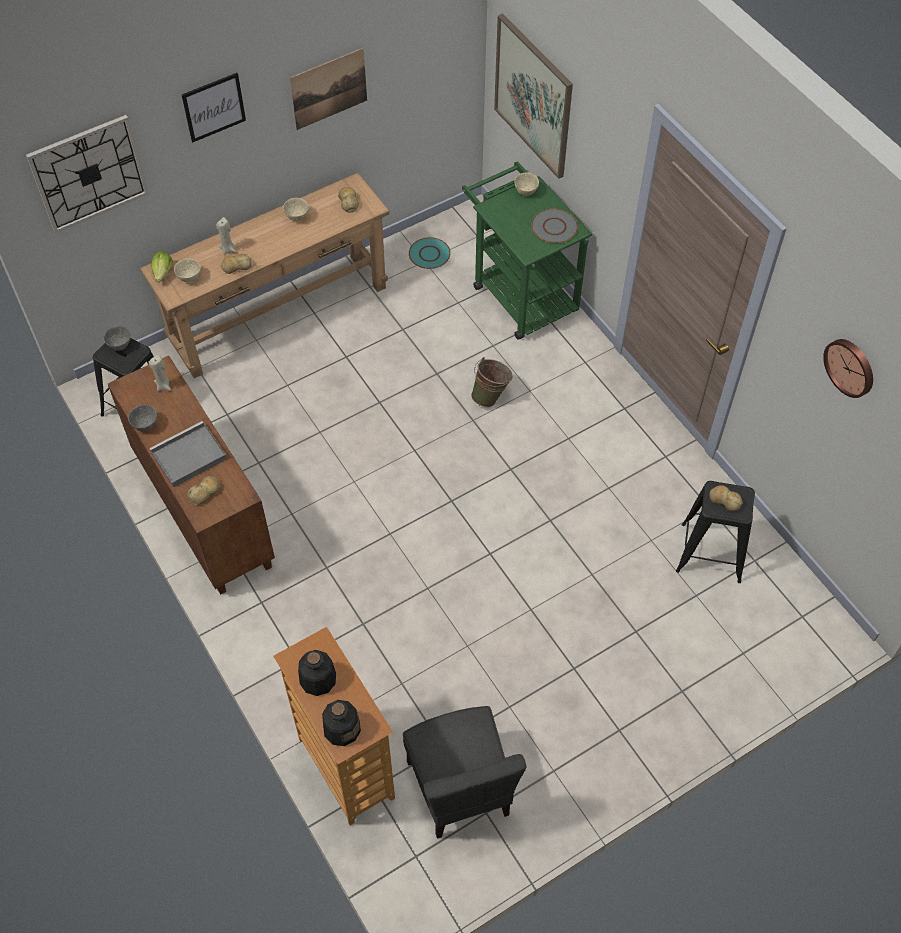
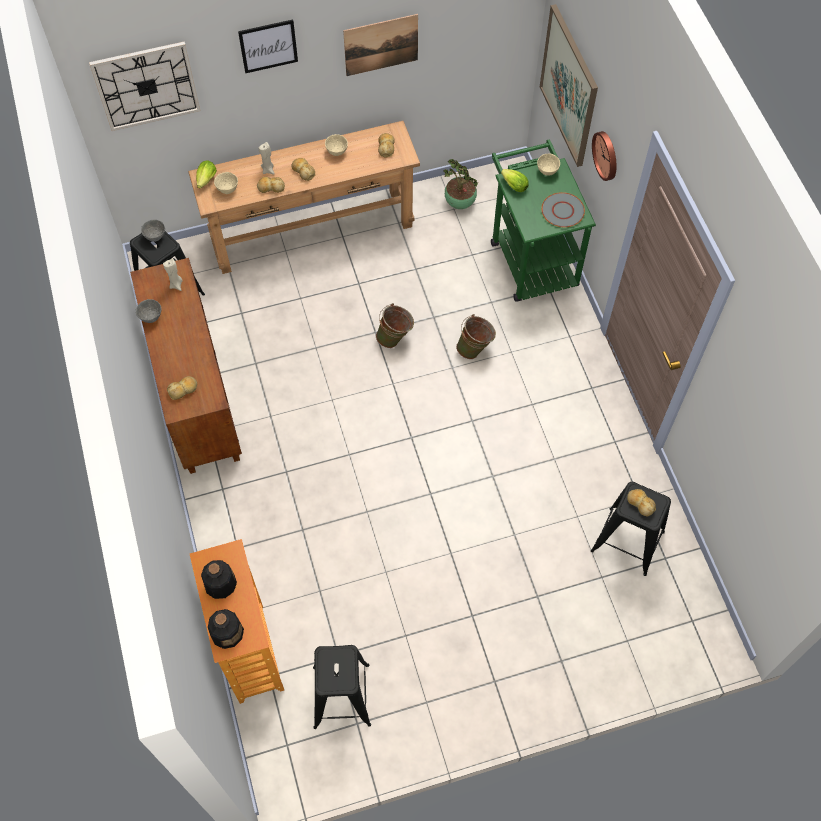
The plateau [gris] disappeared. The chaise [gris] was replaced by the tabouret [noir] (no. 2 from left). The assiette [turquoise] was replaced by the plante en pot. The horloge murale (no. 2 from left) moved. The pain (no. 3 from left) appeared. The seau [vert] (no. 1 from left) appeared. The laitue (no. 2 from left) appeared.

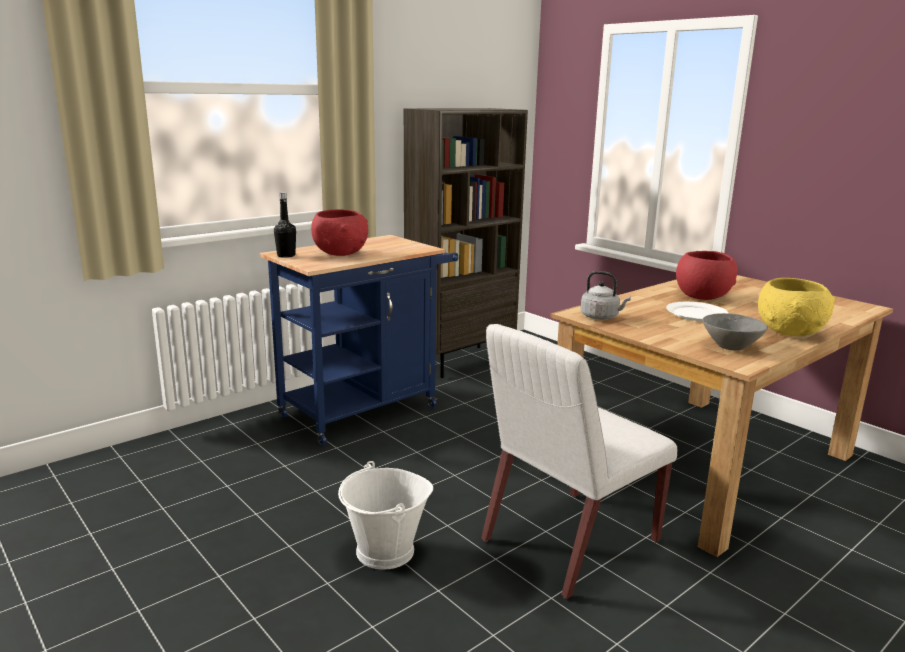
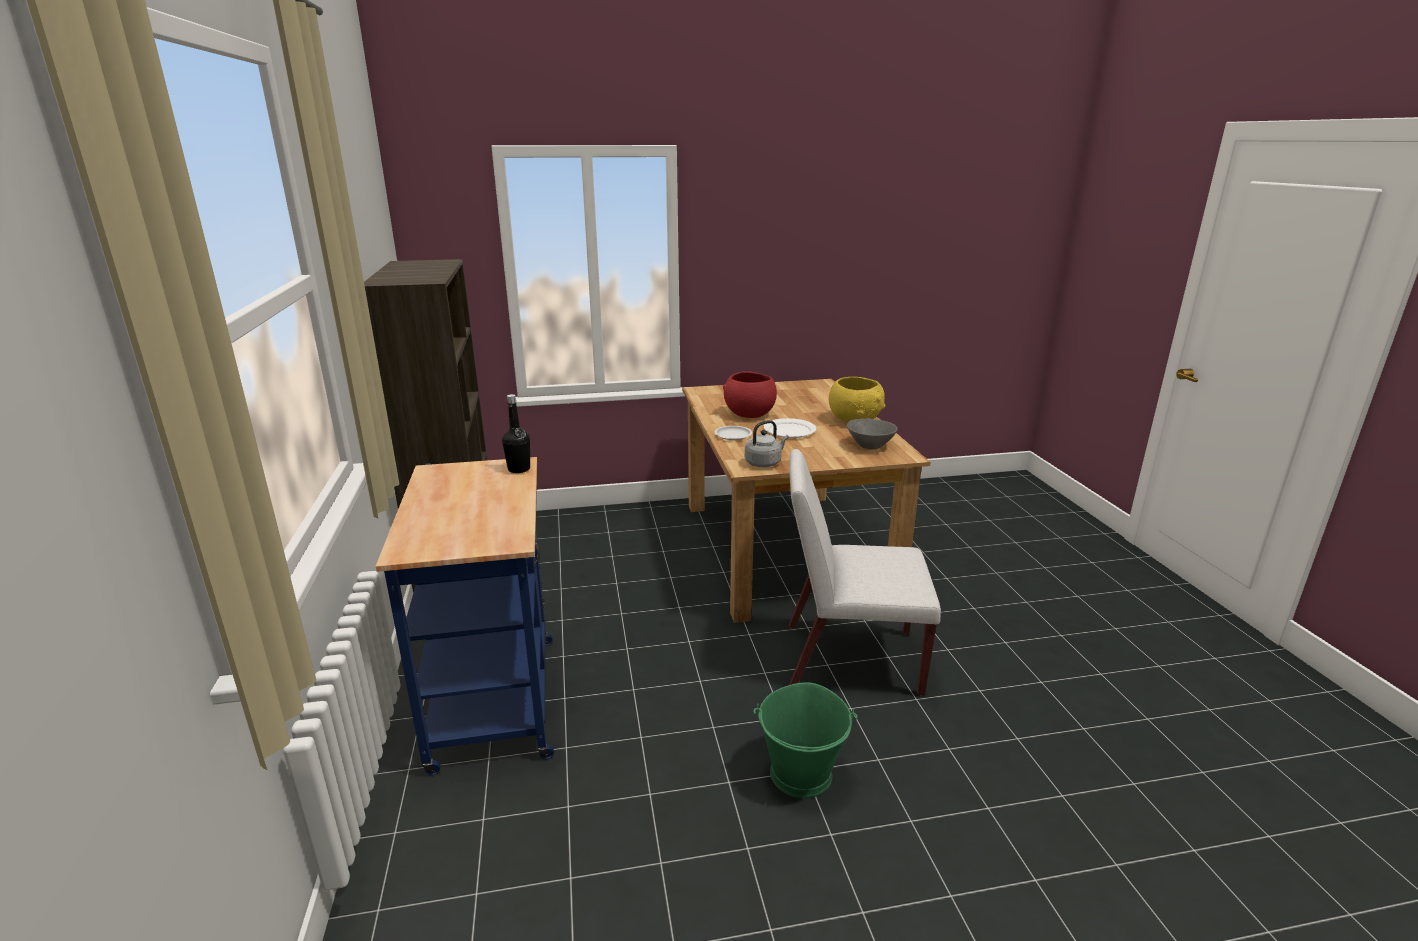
The bouteille [noir] moved. The bol [rouge] (no. 1 from left) disappeared. The seau [blanc] became the seau [vert]. The chaise [blanc] turned 105 degrees clockwise. The assiette [blanc] (no. 1 from left) appeared.

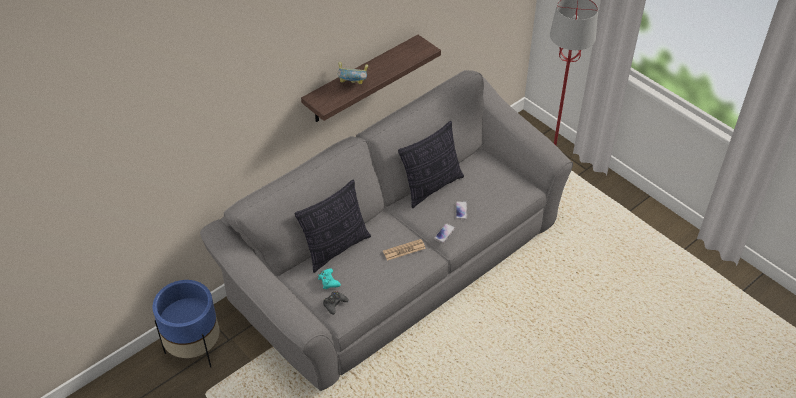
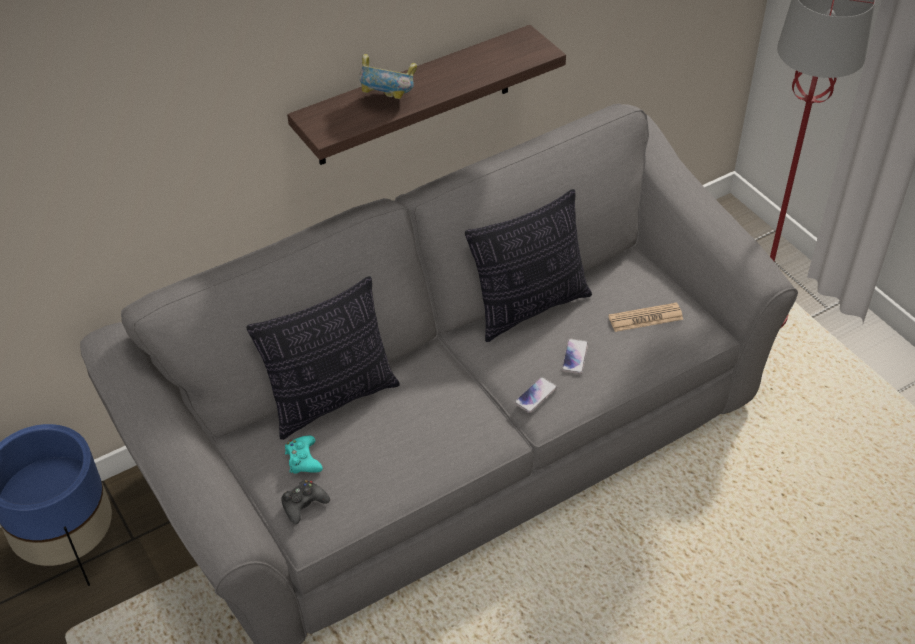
The journal moved.

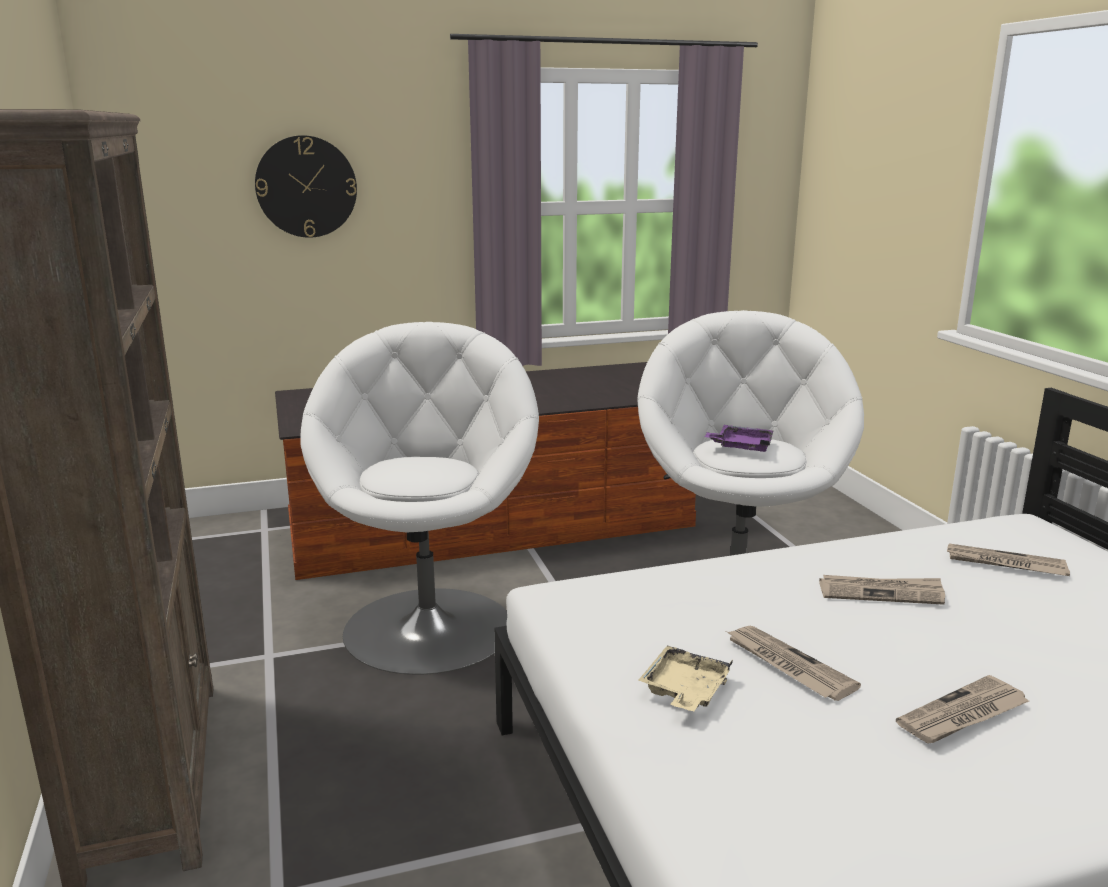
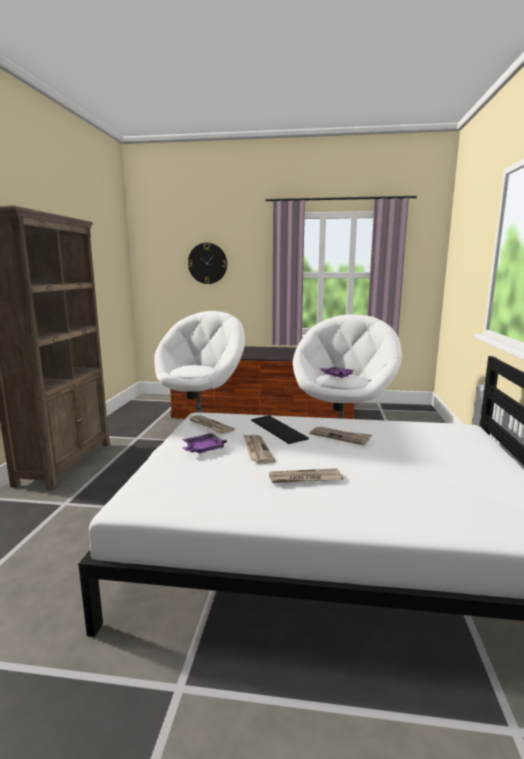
The plateau [beige] became the plateau [violet] (no. 1 from left). The journal (no. 4 from left in the first image) moved. The clavier appeared.

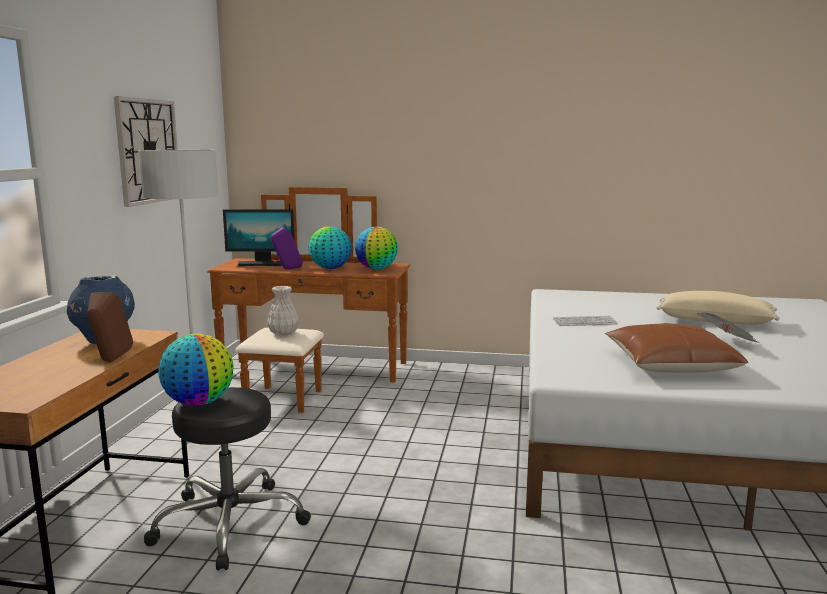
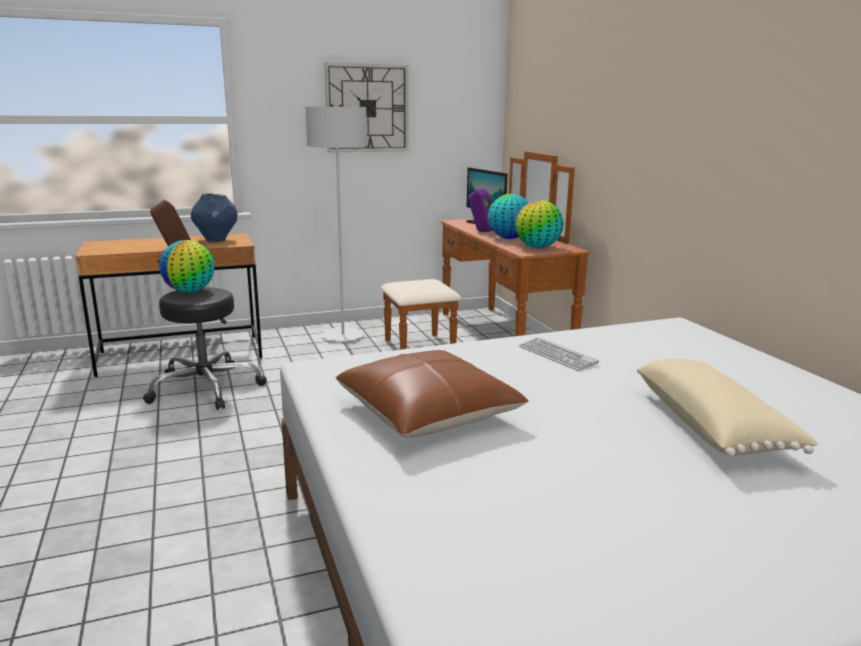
The vase [blanc] disappeared. The journal disappeared.

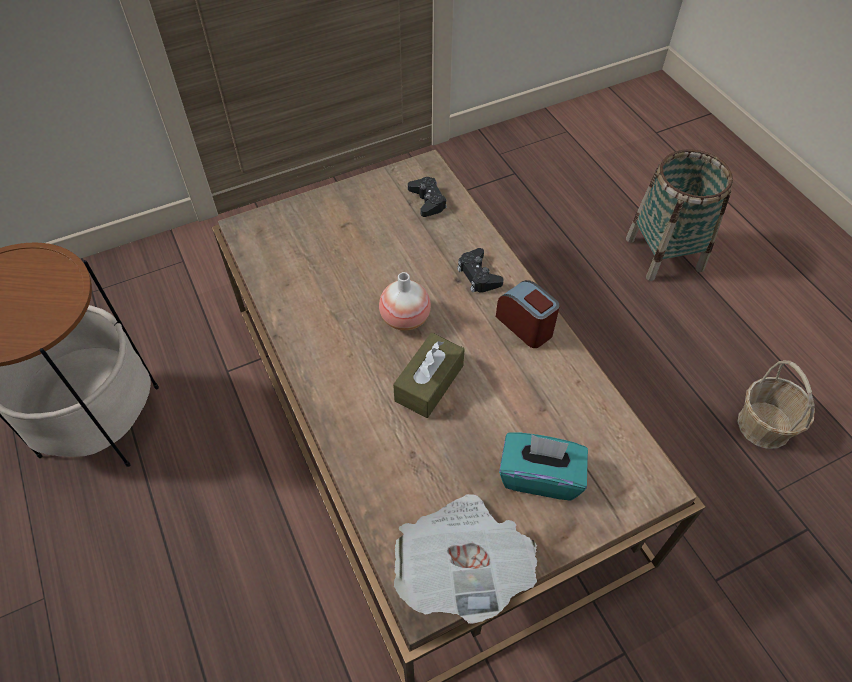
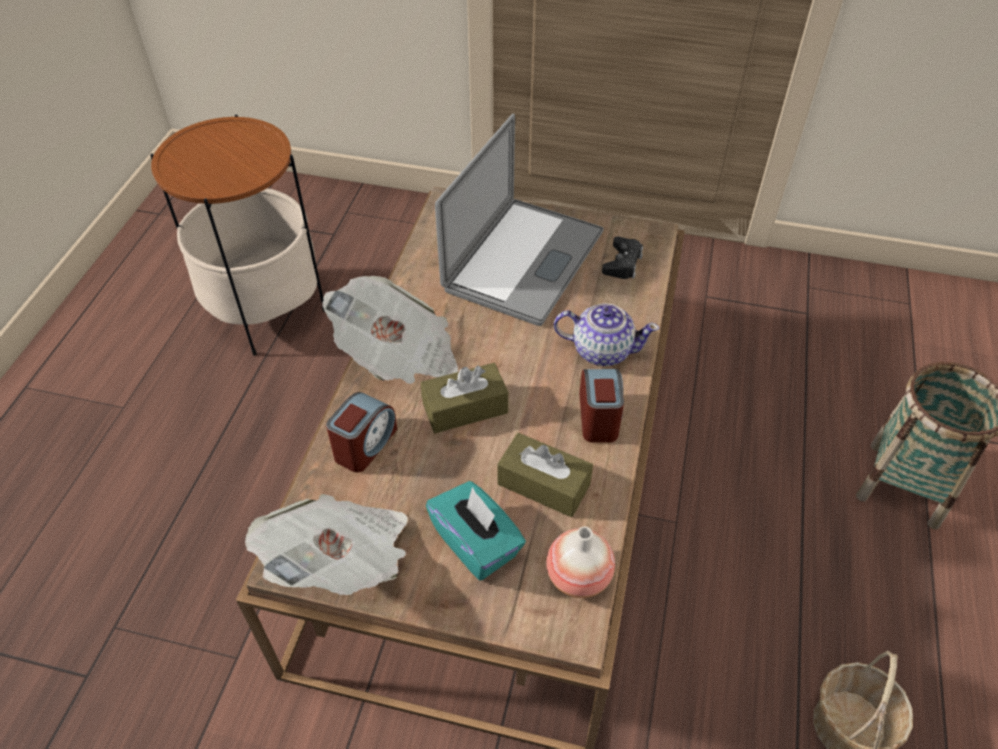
The vase moved. The manette [noir] (no. 2 from left) was replaced by the théière. The journal (no. 2 from left) appeared. The réveil (no. 1 from left) appeared. The ordinateur portable appeared. The boîte à mouchoirs [marron] (no. 2 from left) appeared.

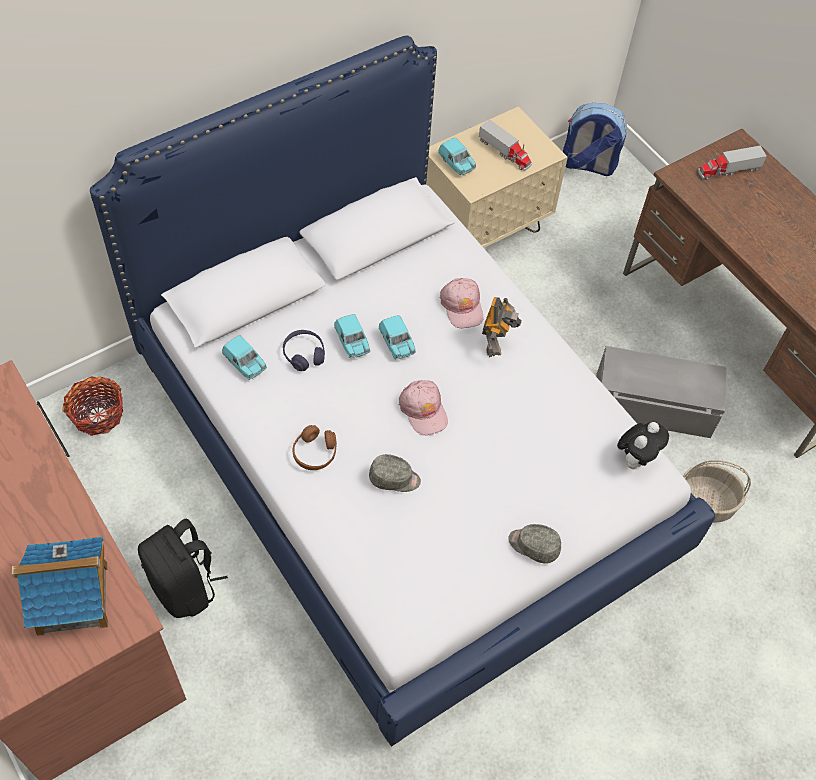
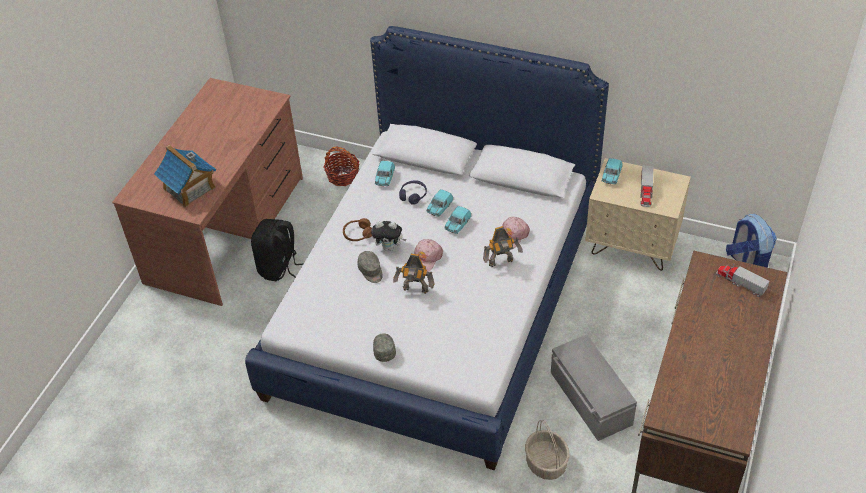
The peluche moved. The robot jouet (no. 1 from left) appeared.

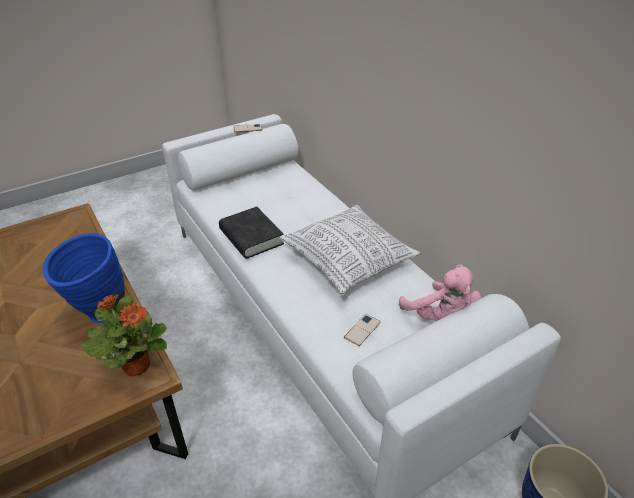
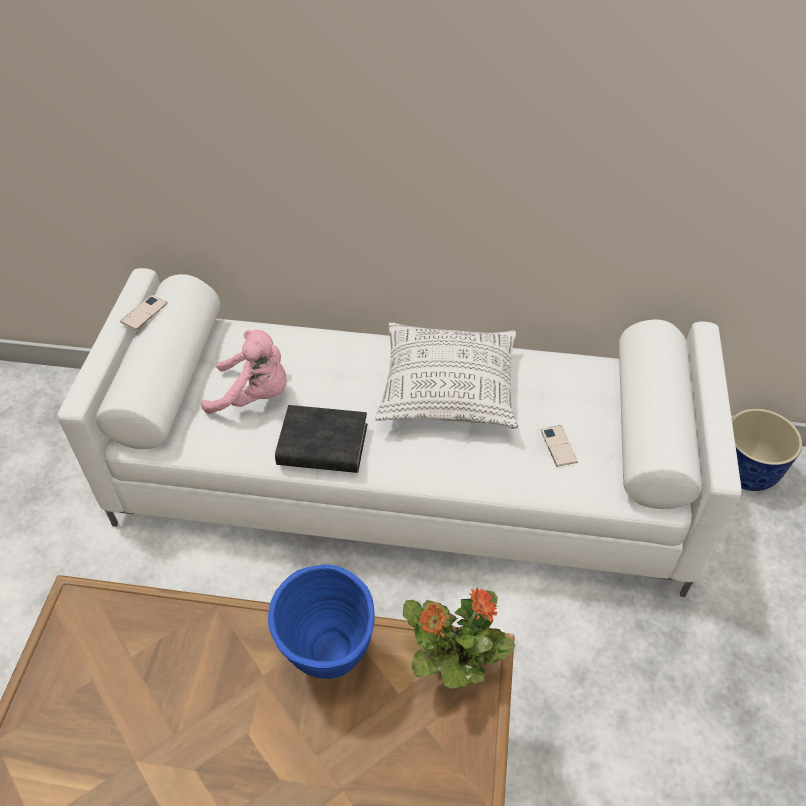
The peluche [rose] moved.

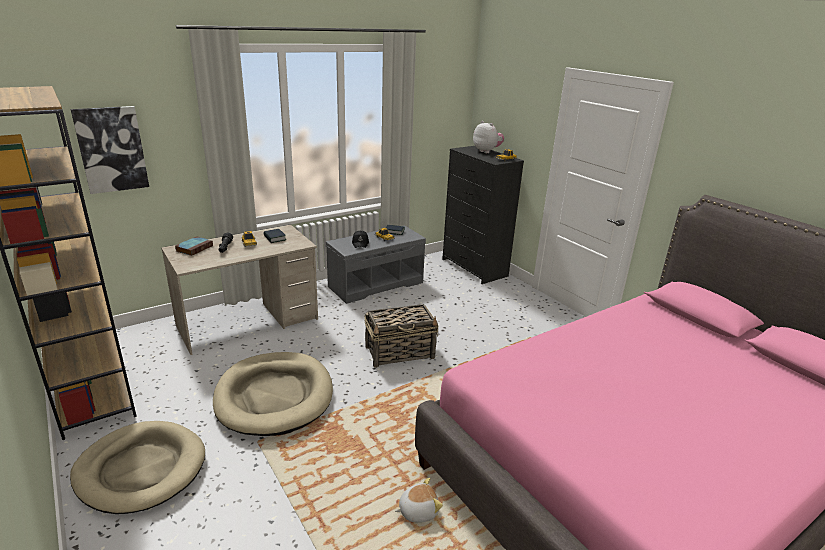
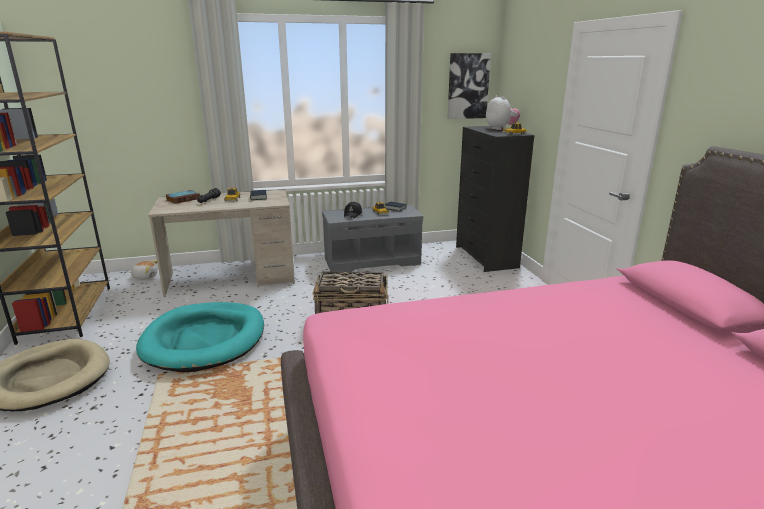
The tableau moved. The panier pour chien [beige] (no. 2 from left) became the panier pour chien [turquoise]. The peluche (no. 1 from left) moved.

